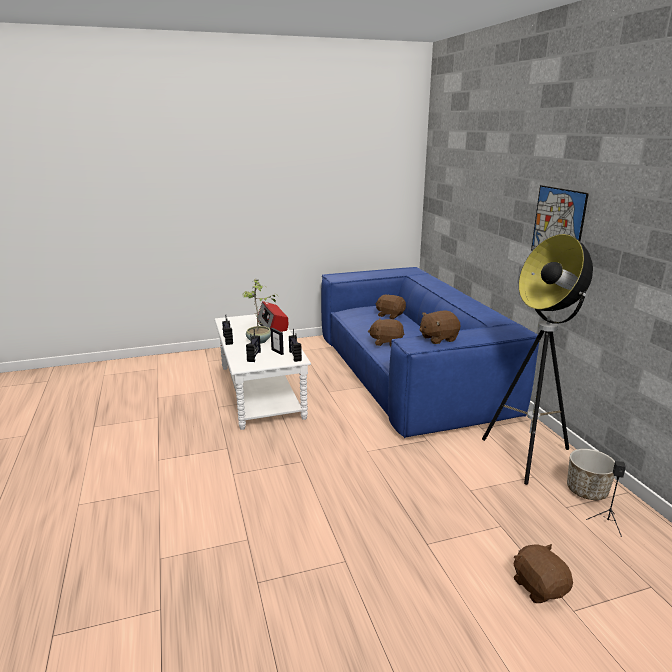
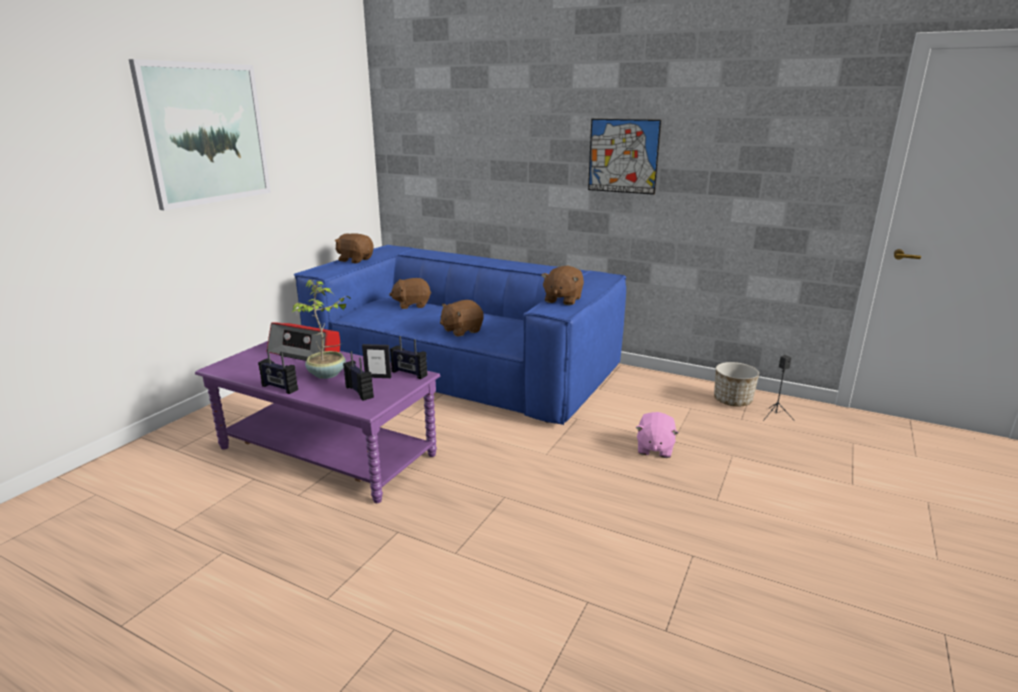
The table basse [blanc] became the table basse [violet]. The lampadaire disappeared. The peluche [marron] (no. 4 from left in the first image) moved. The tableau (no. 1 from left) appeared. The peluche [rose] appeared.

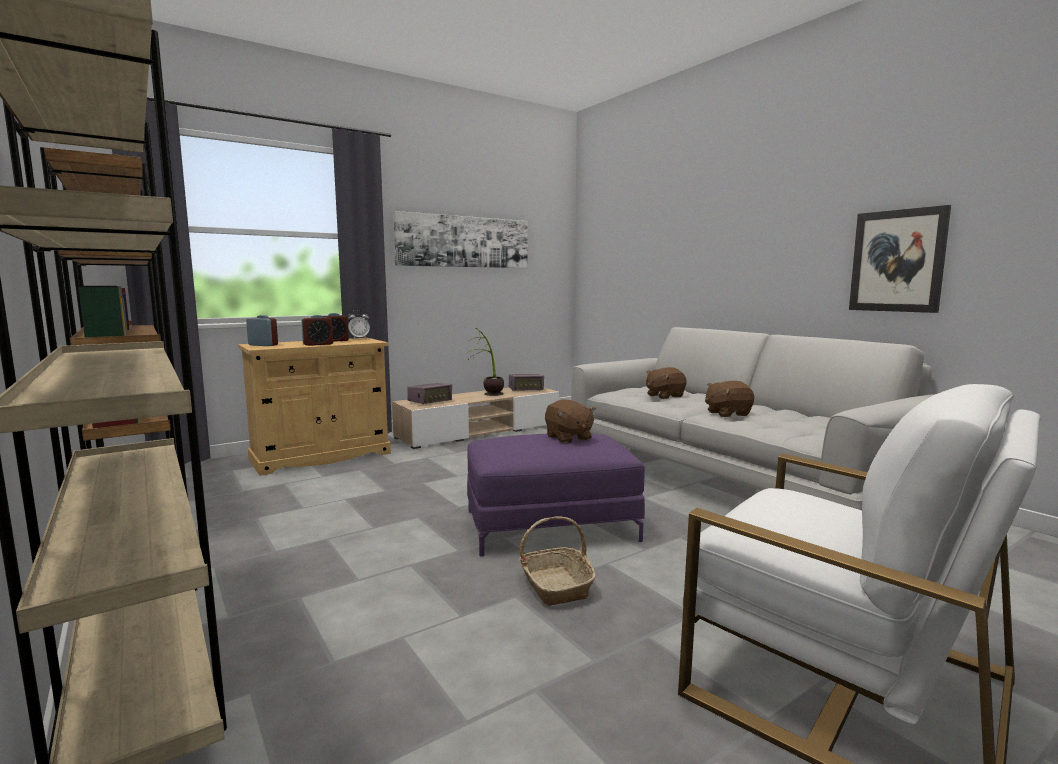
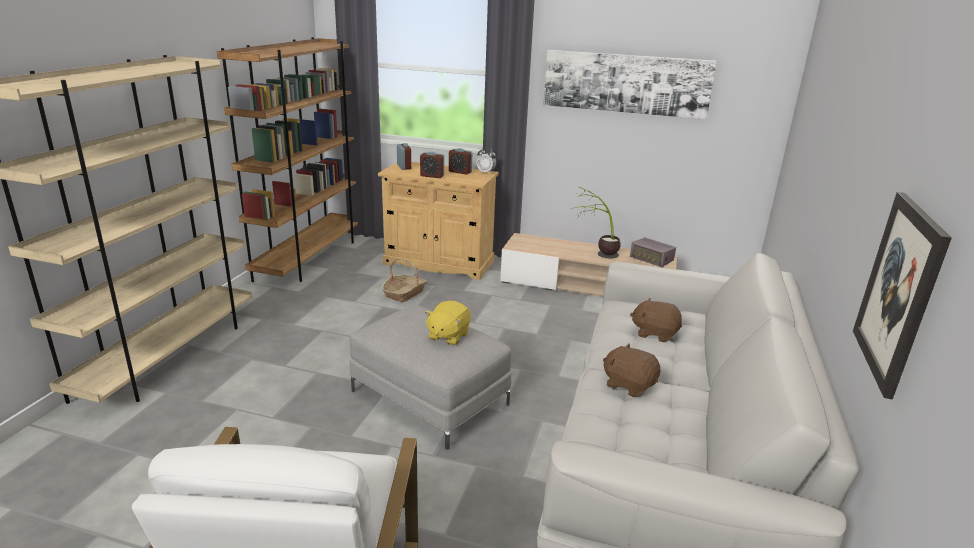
The radio (no. 1 from left) disappeared. The pouf [violet] became the pouf [gris]. The panier moved. The peluche [marron] (no. 1 from left) became the peluche [jaune].

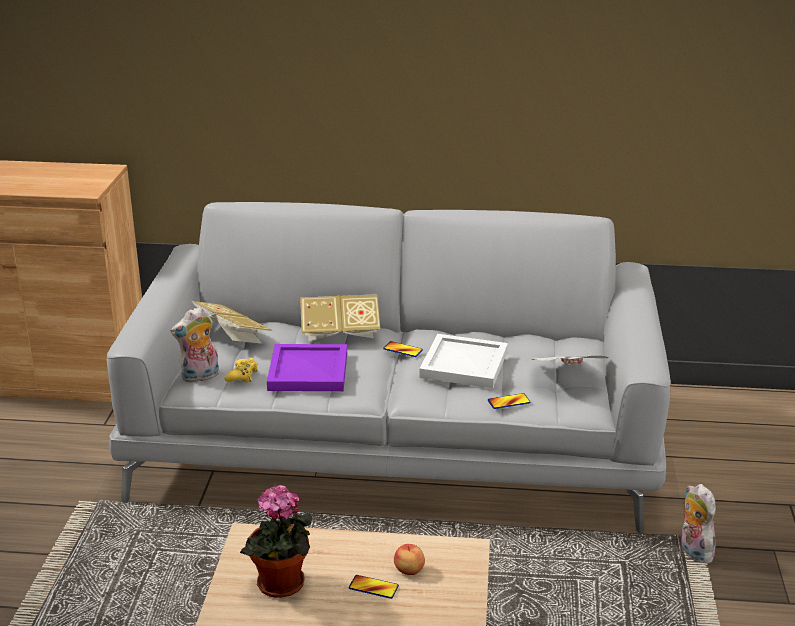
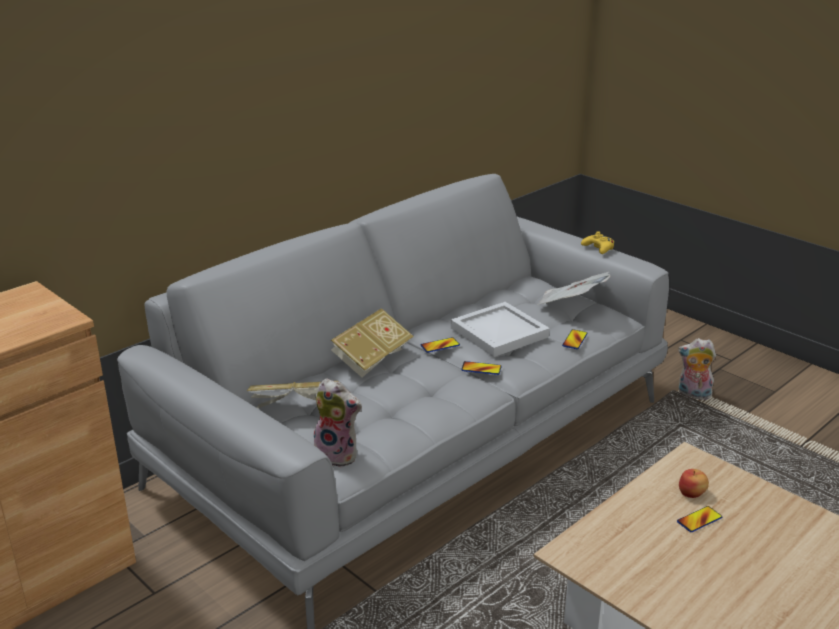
The peluche (no. 1 from left) turned 75 degrees counterclockwise. The manette [jaune] moved. The plante en pot disappeared. The plateau [violet] disappeared. The téléphone (no. 2 from left) appeared.

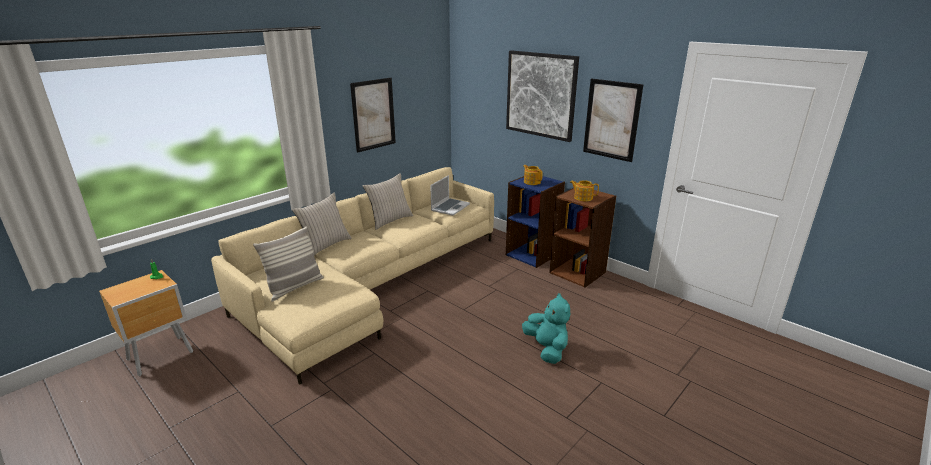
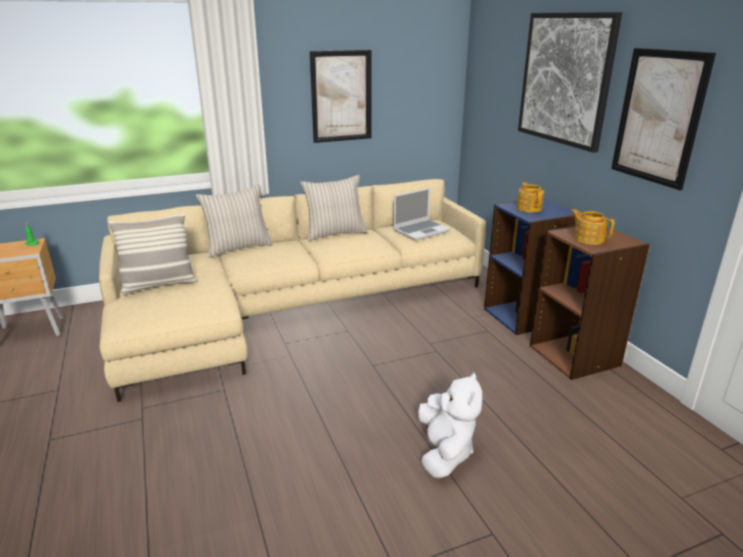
The peluche [turquoise] became the peluche [blanc].

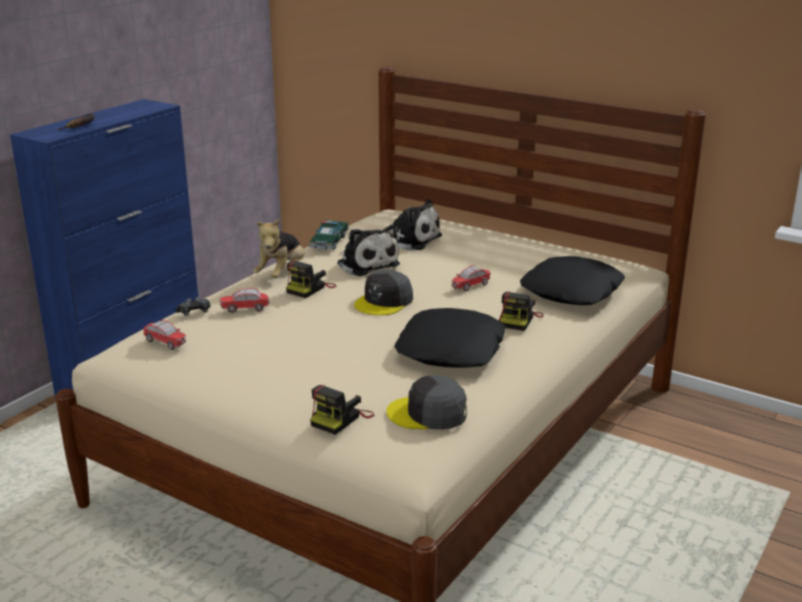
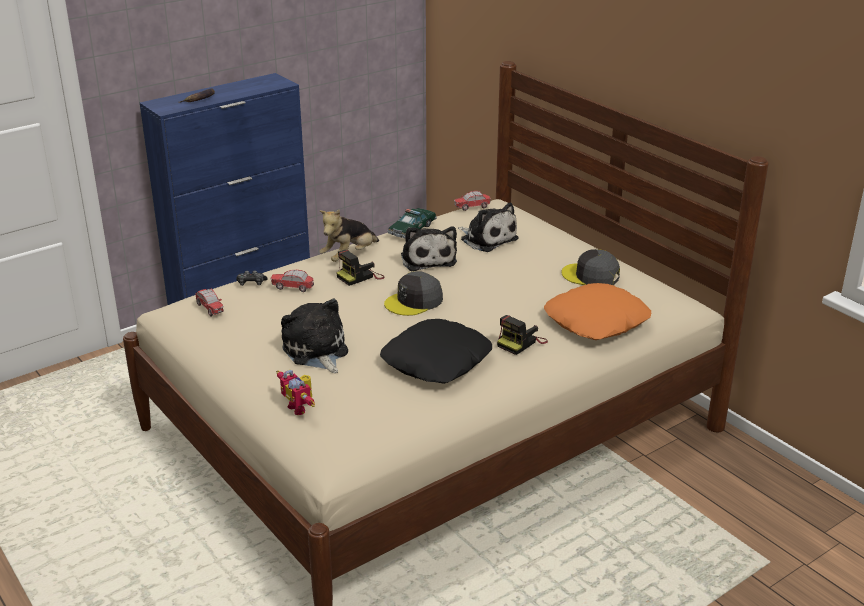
The appareil photo (no. 2 from left) was replaced by the robot jouet. The casquette [gris] (no. 2 from left) moved. The petite voiture (no. 4 from left) moved. The coussin [noir] (no. 2 from left) became the coussin [orange]. The peluche (no. 1 from left) appeared.

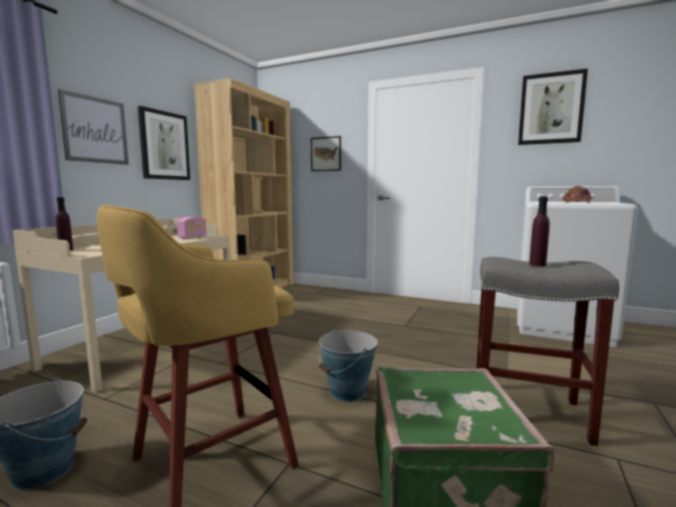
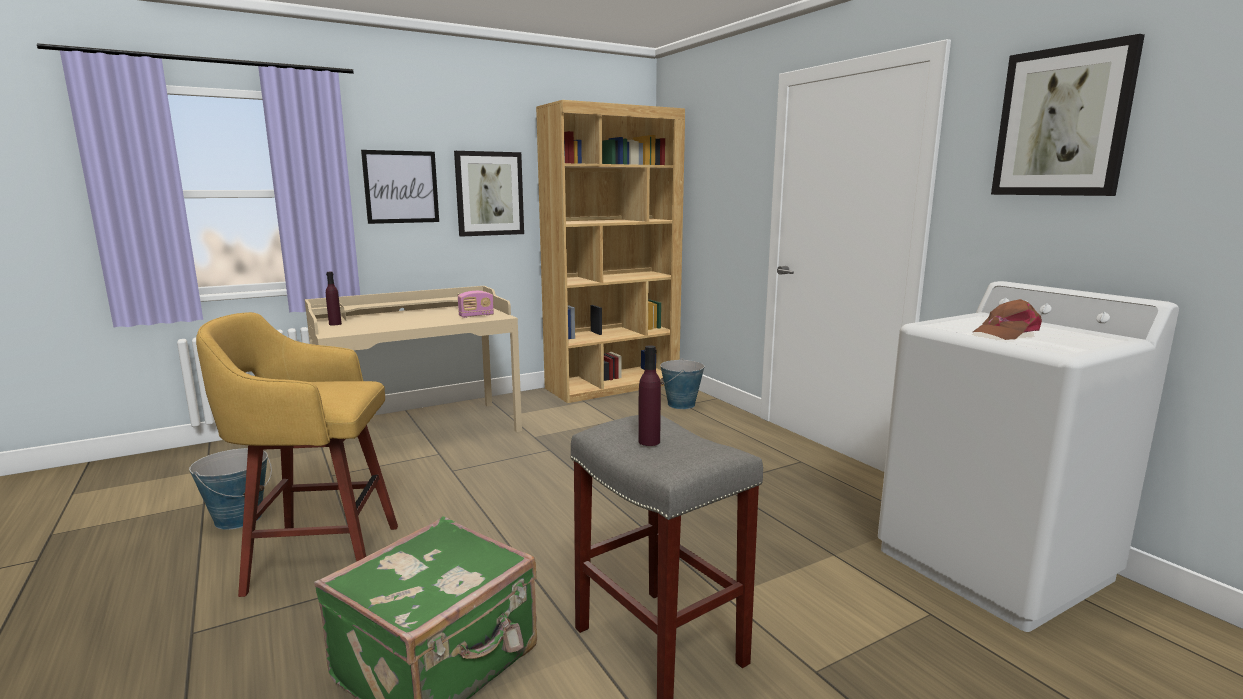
The tableau (no. 3 from left) disappeared. The seau (no. 2 from left) moved.

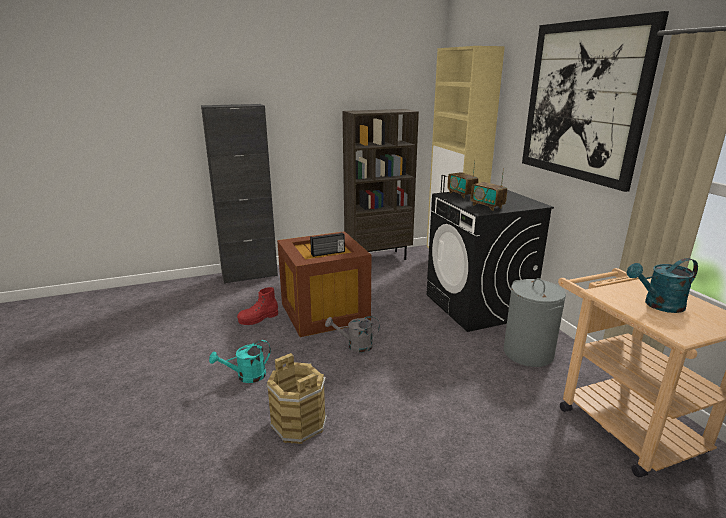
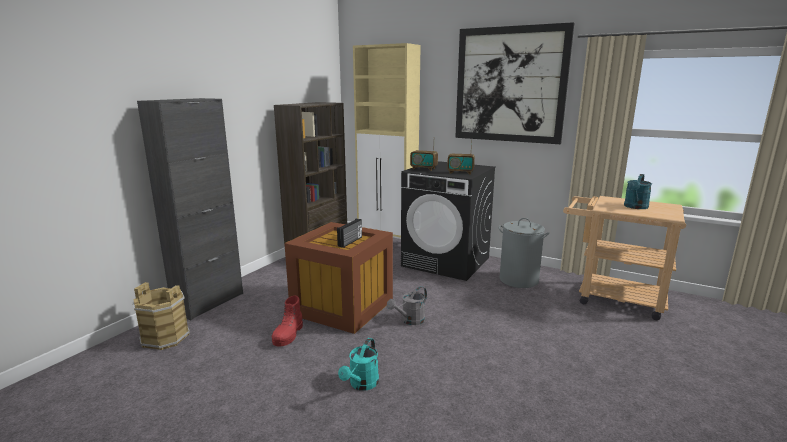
The seau [marron] moved.

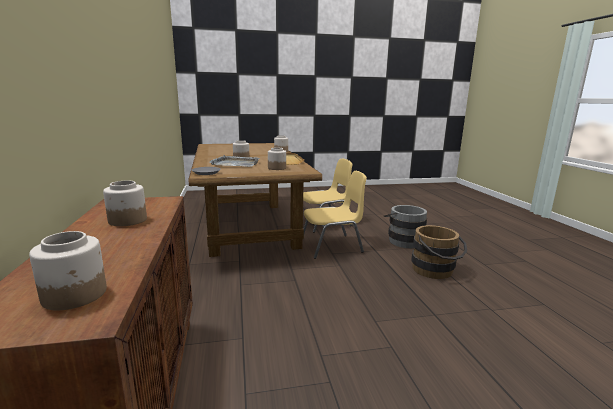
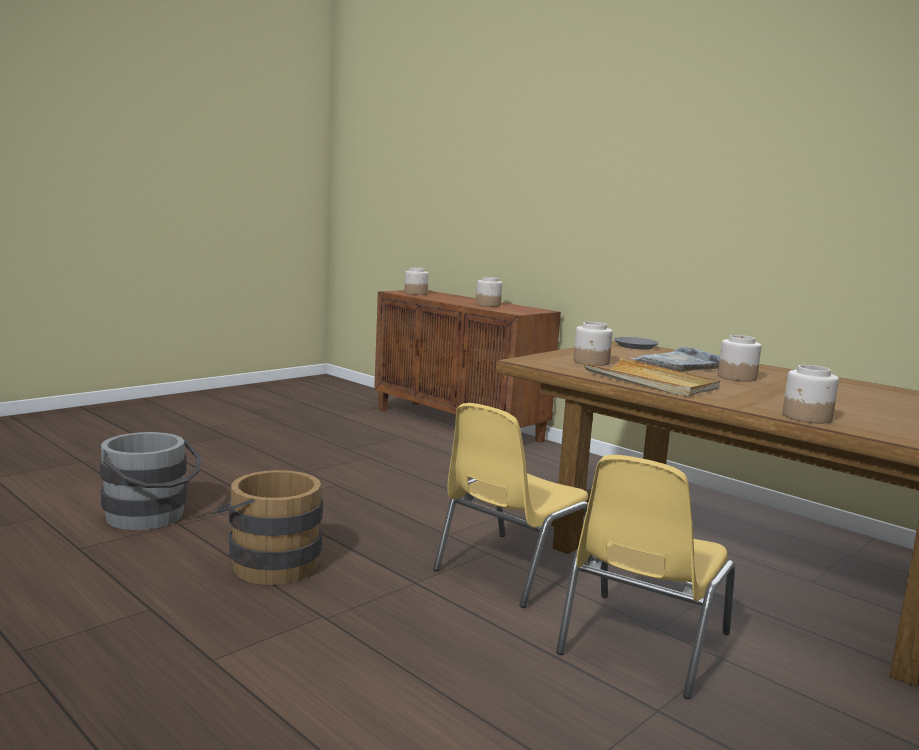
The seau [gris] moved.

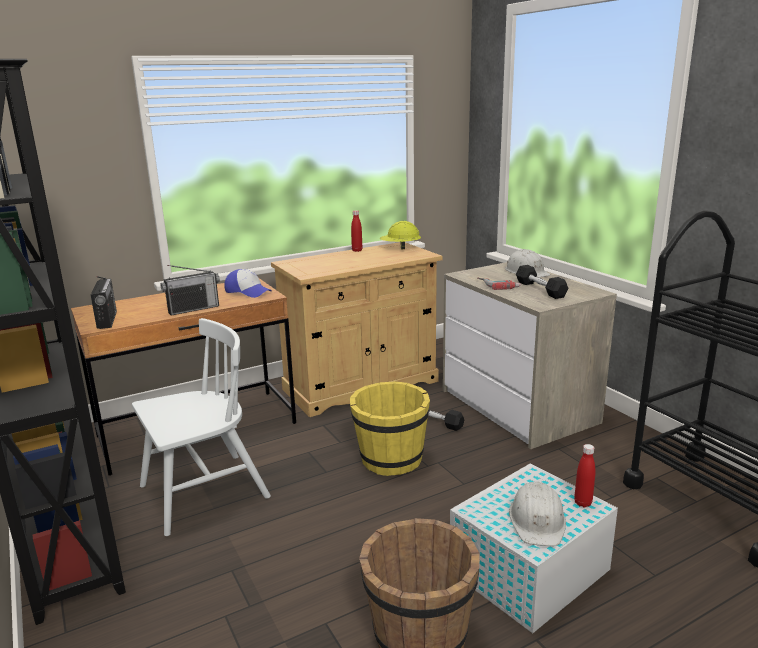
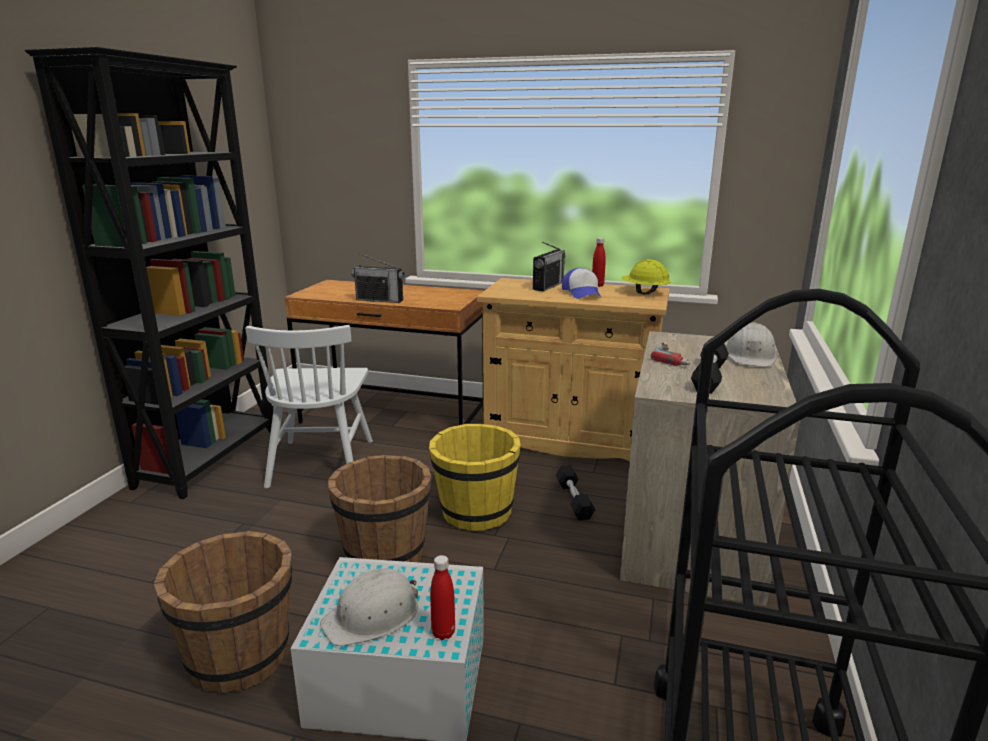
The radio (no. 1 from left in the first image) moved. The chaise [blanc] turned 75 degrees clockwise. The casquette moved. The seau [marron] (no. 2 from left) appeared.

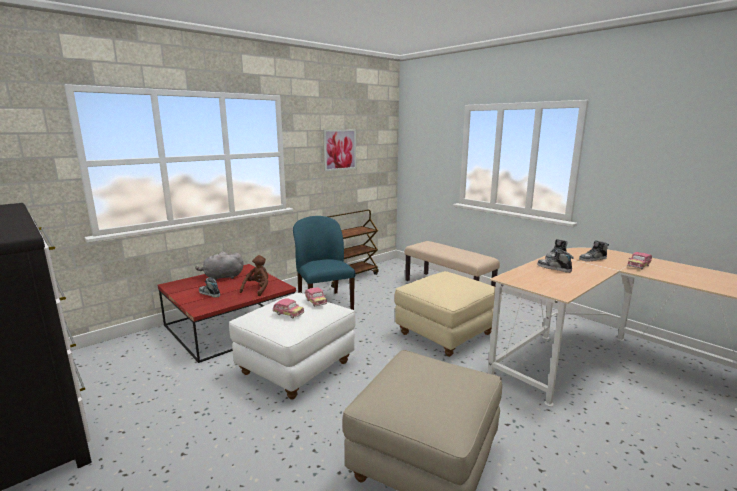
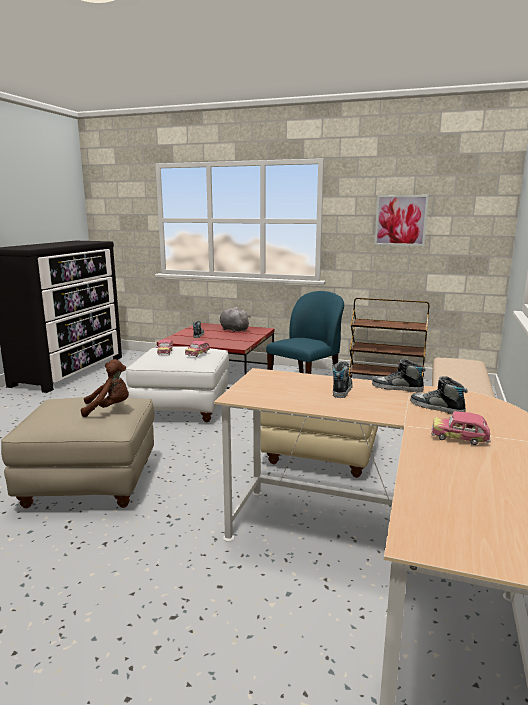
The peluche [marron] moved.

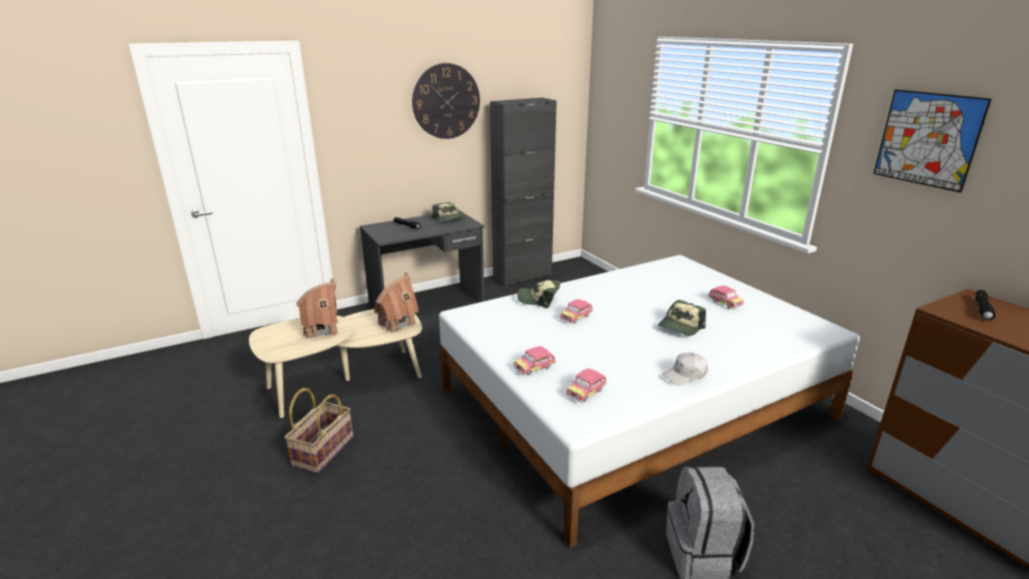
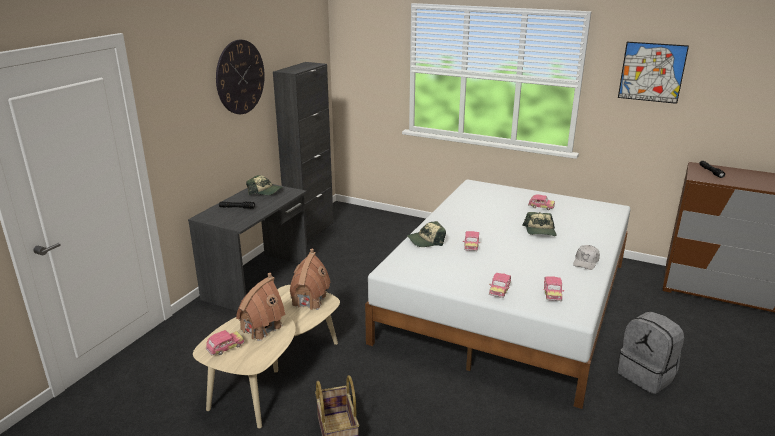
The petite voiture (no. 1 from left) appeared.

